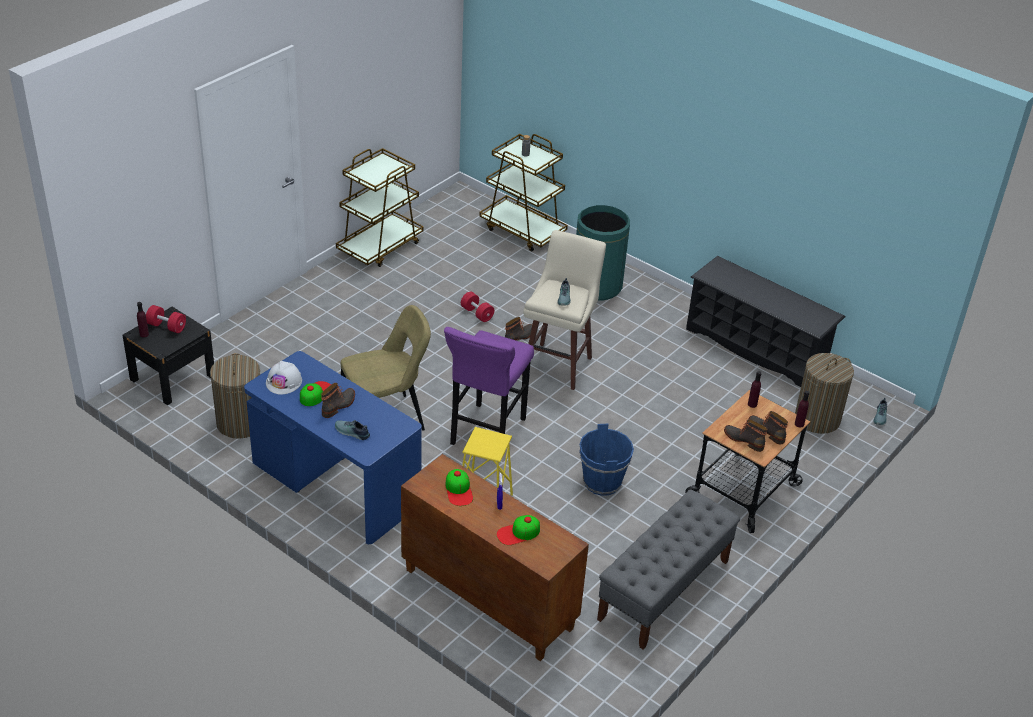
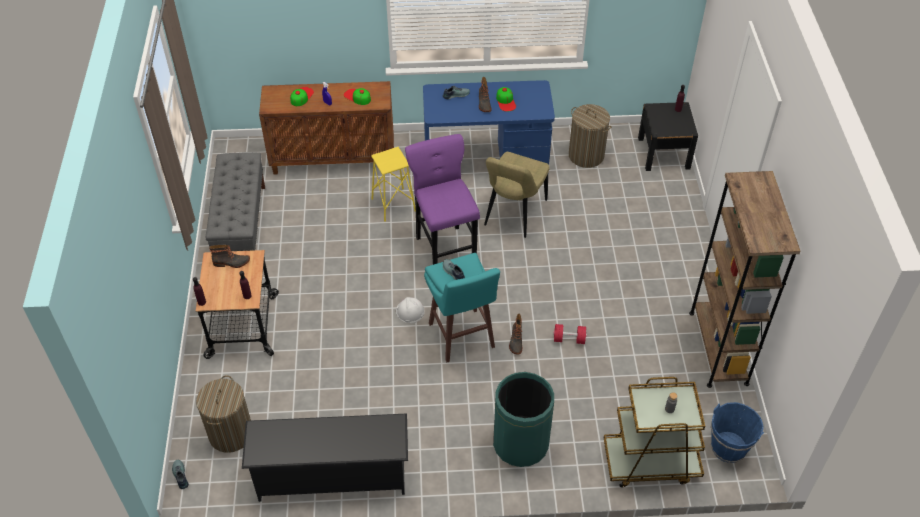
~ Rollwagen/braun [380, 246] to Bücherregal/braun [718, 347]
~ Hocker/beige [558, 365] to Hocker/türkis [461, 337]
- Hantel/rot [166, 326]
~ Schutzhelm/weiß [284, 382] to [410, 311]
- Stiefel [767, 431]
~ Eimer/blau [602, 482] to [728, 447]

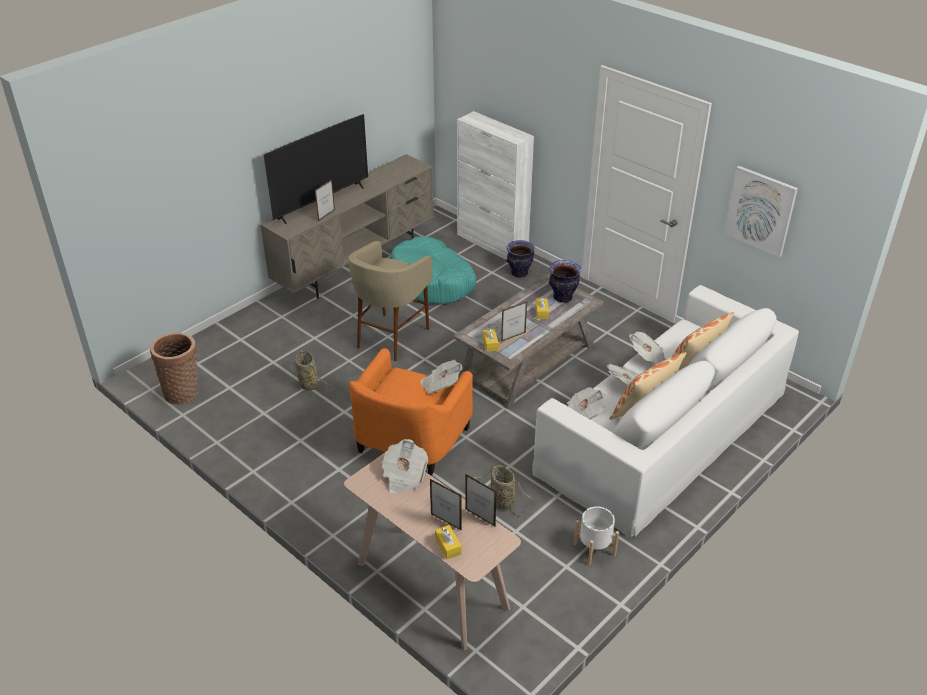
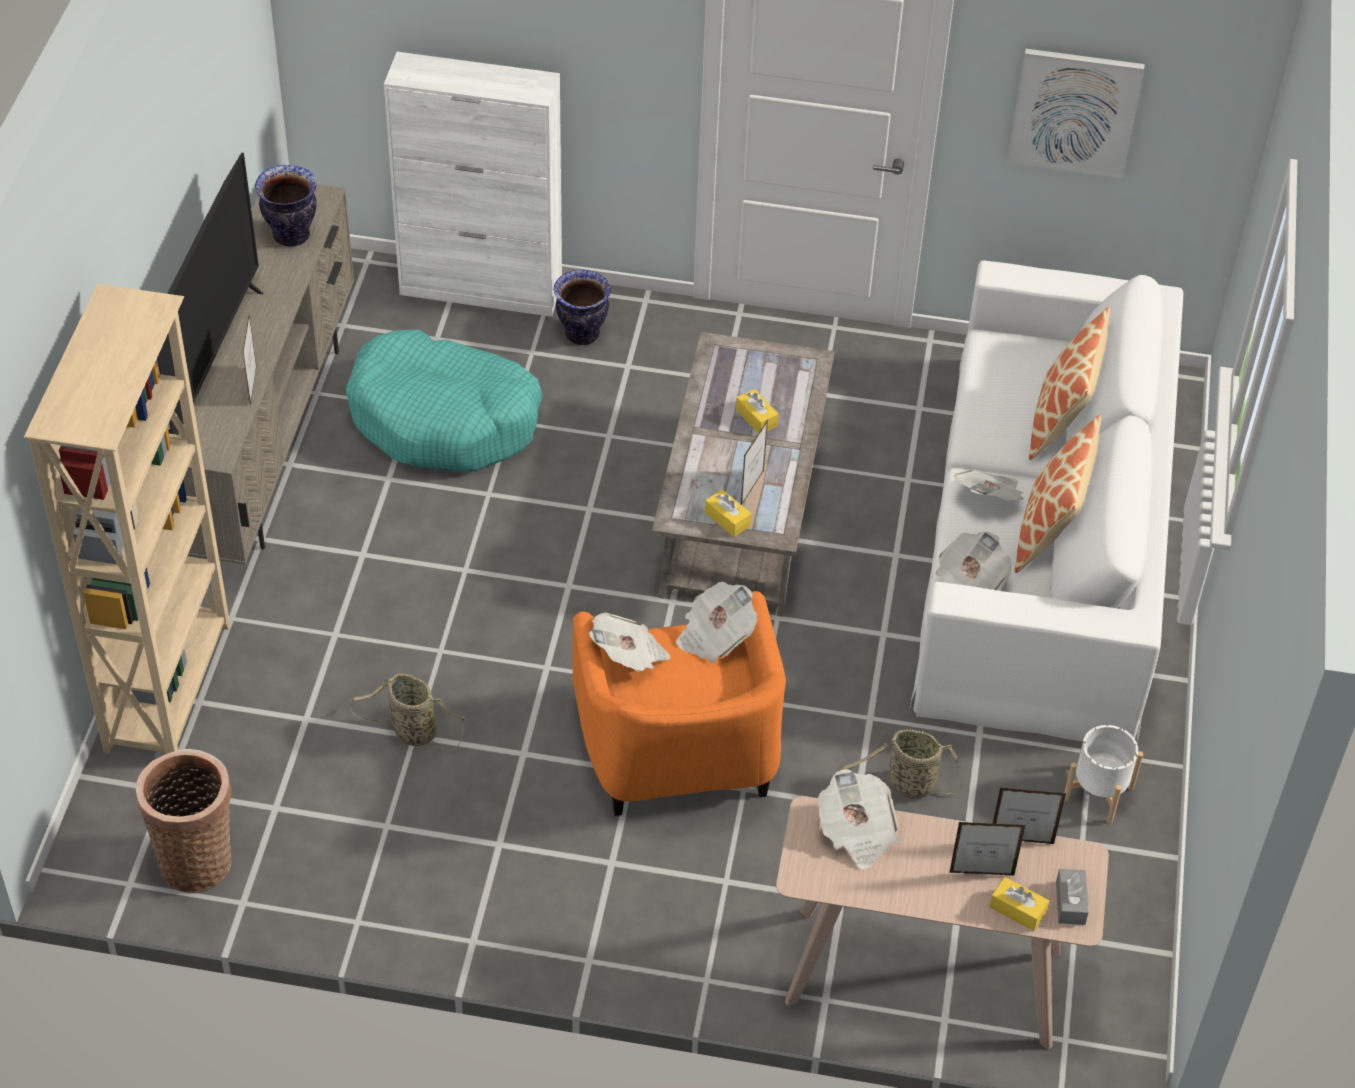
- Hocker/beige [391, 338]
~ Vase [563, 298] to [292, 236]
~ Zeitung [647, 357] to [629, 656]
+ Bücherregal/beige [171, 686]
+ Taschentuchbox/grau [1070, 902]

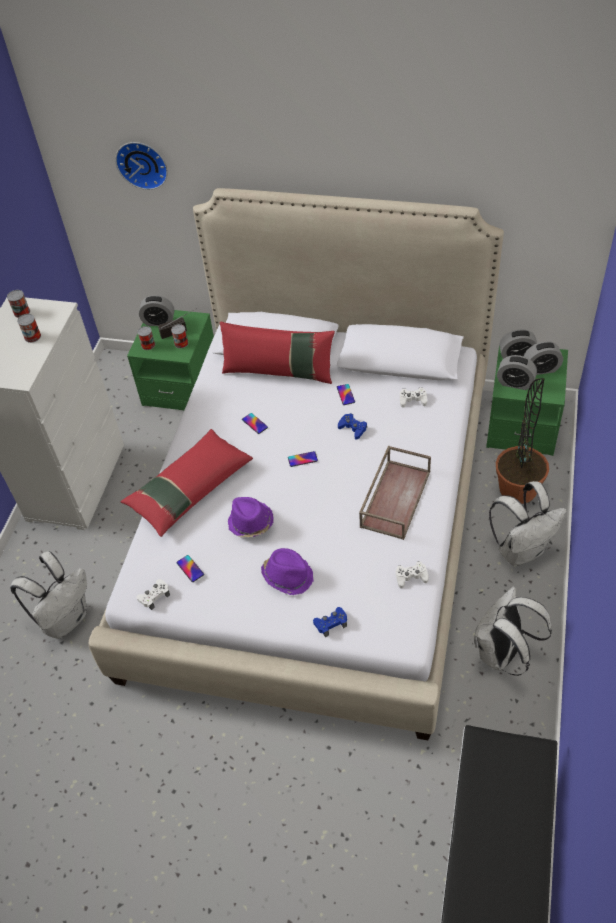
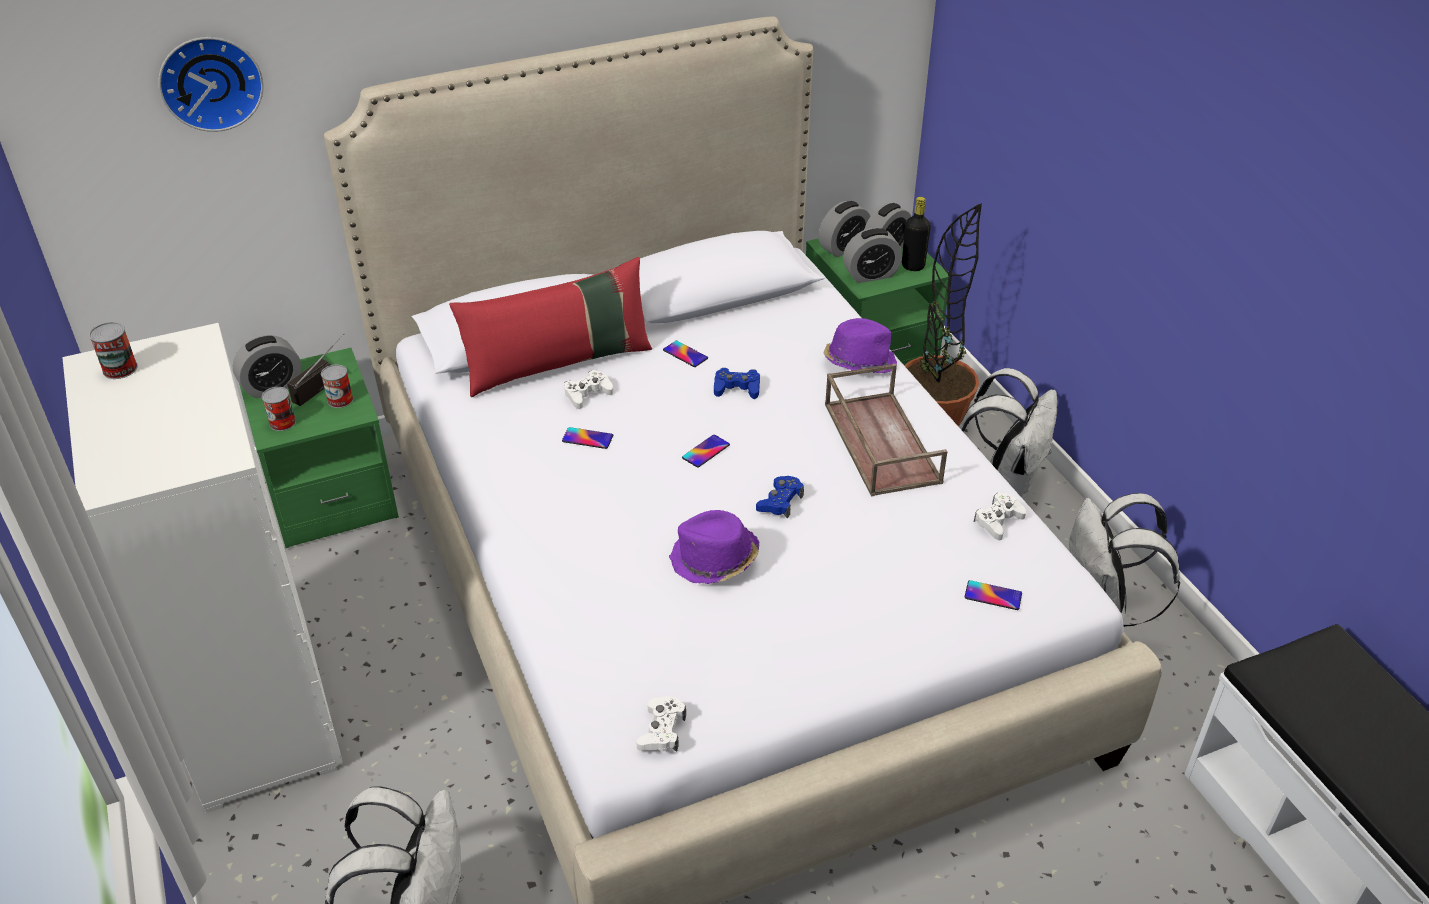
- Dose [32, 336]
~ Gamepad/weiß [413, 400] to [587, 394]
- Kissen/rot [189, 488]
~ Hut/lila [288, 575] to [859, 362]
~ Handy [190, 568] to [993, 595]
~ Gamepad/blau [331, 623] to [780, 502]
+ Flasche/schwarz [913, 266]

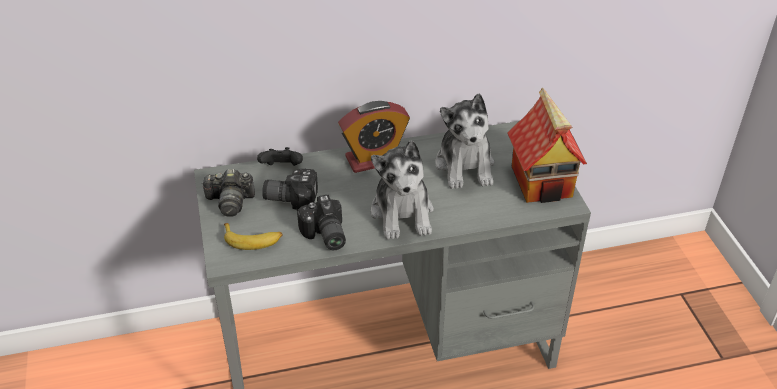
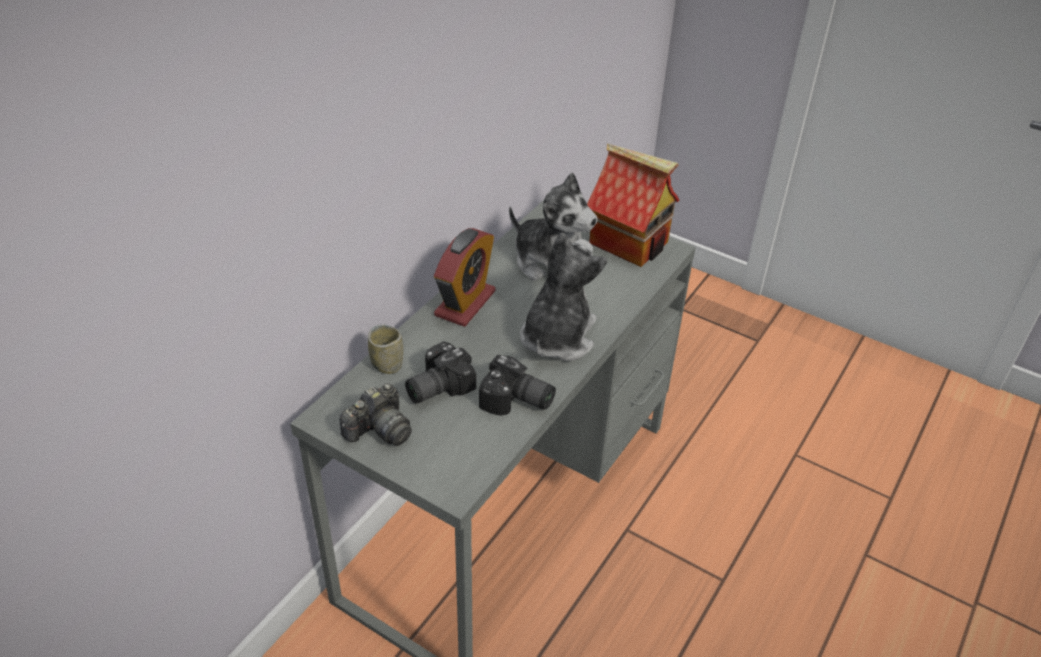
~ Plüschtier [403, 213] = [557, 337] 105 degrees counterclockwise
~ Gamepad/schwarz [282, 168] to Tasse [387, 364]
- Banane [253, 239]

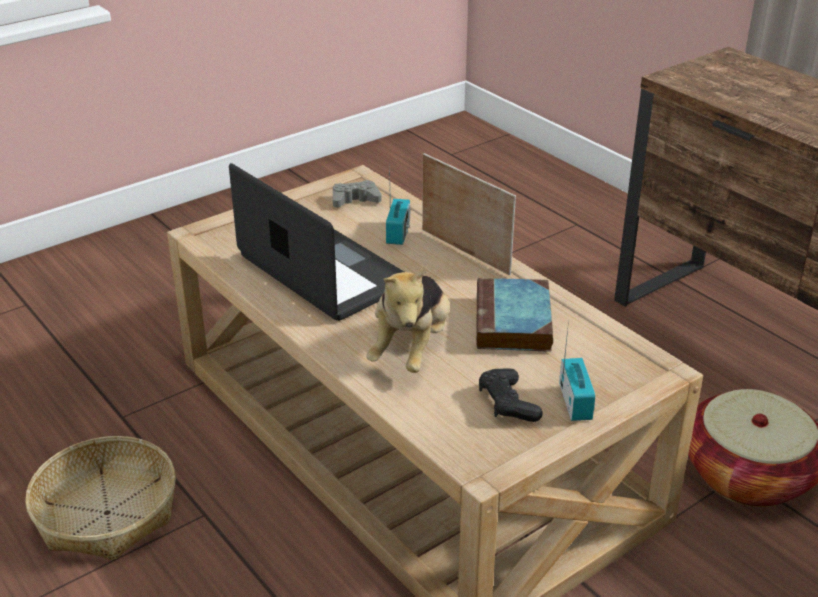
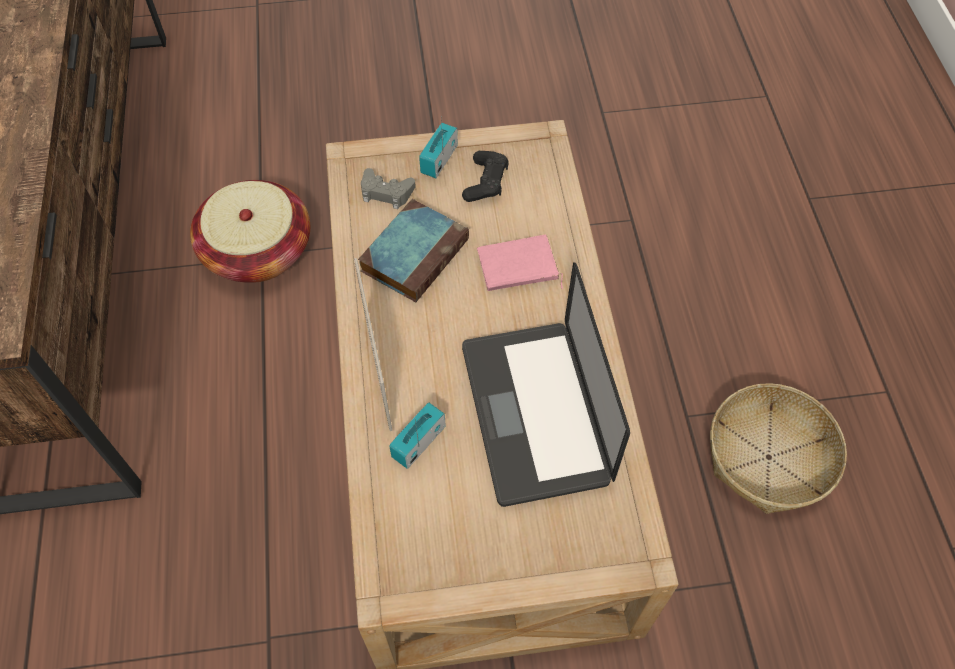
~ Gamepad/grau [355, 200] to [386, 192]
~ Plüschtier [411, 348] to Buch/rosa [518, 268]

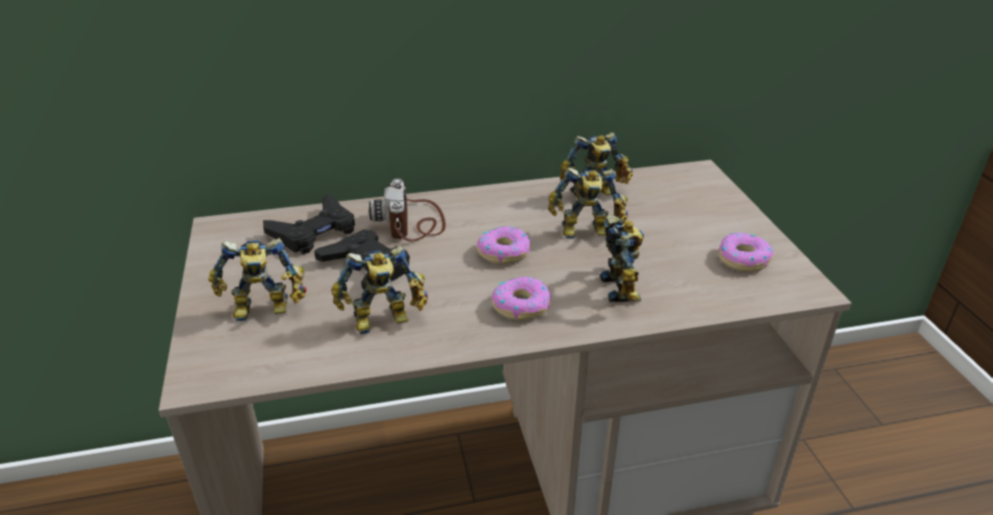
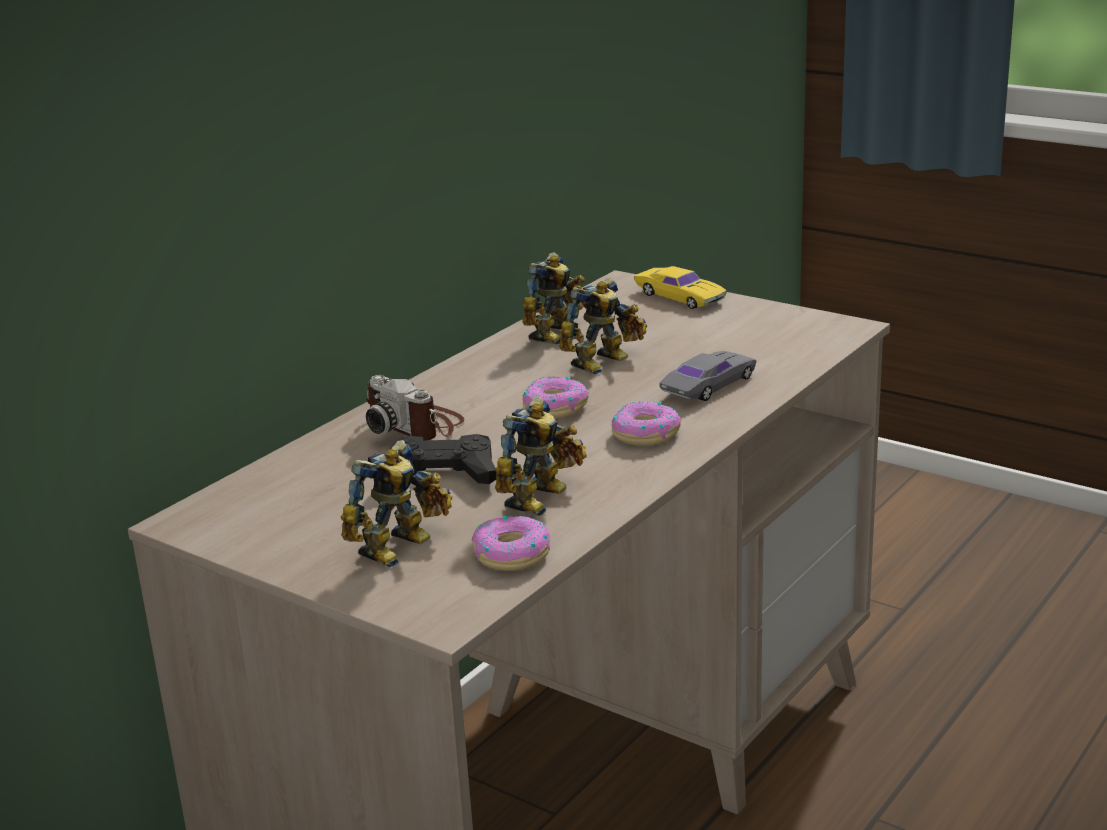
- Gamepad/schwarz [314, 232]
~ Spielzeugroboter [623, 287] to Spielzeugauto/grau [708, 385]
~ Donut [743, 259] to [511, 554]
+ Spielzeugauto/gelb [679, 296]

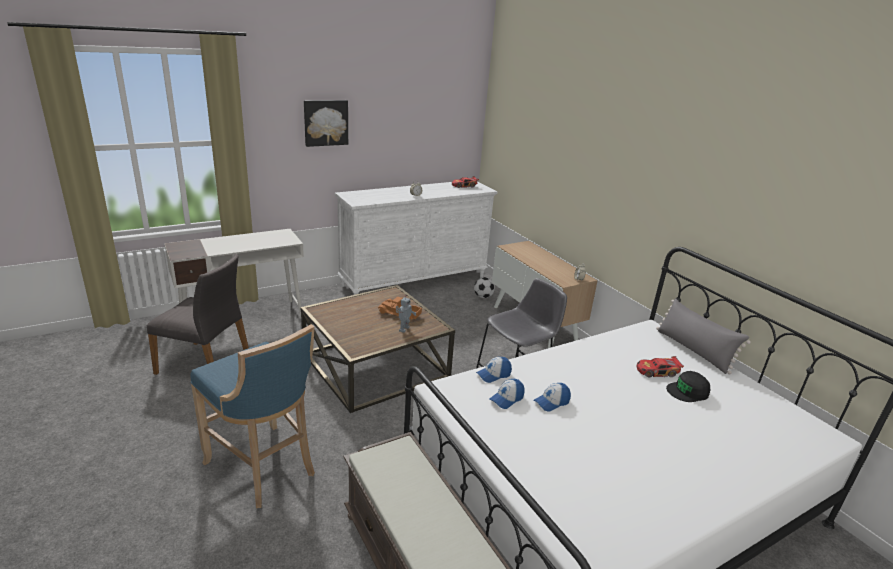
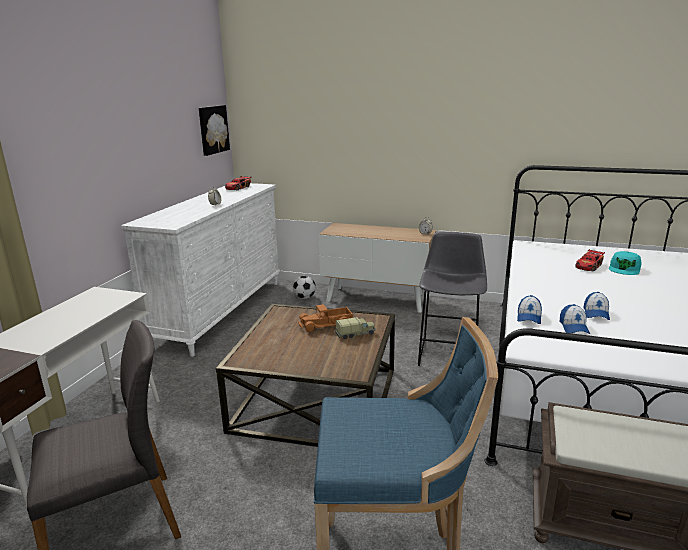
~ Bild [325, 122] to [212, 129]
~ Spielzeugroboter [403, 329] to Spielzeuglaster [355, 334]
- Kissen/grau [693, 350]
~ Kappe/schwarz [688, 391] to Kappe/türkis [624, 268]

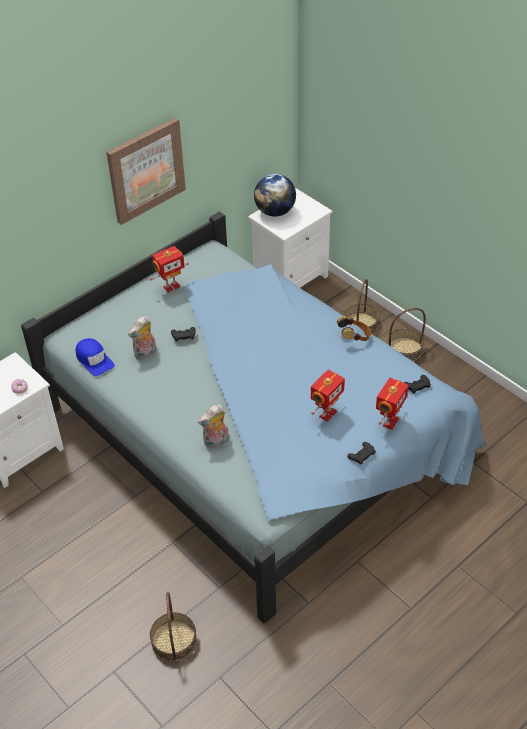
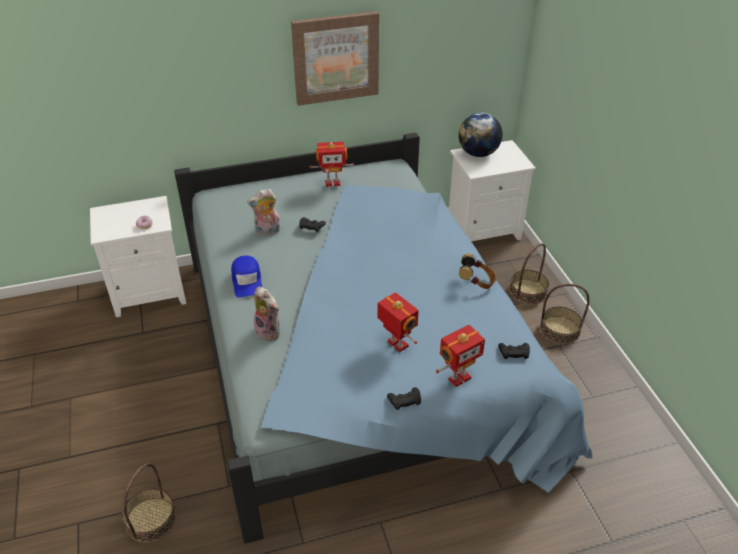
~ Kappe/blau [94, 360] to [247, 280]
~ Spielzeugroboter [326, 413] = [396, 344] 105 degrees counterclockwise
~ Plüschtier [216, 442] = [270, 331] 135 degrees counterclockwise

